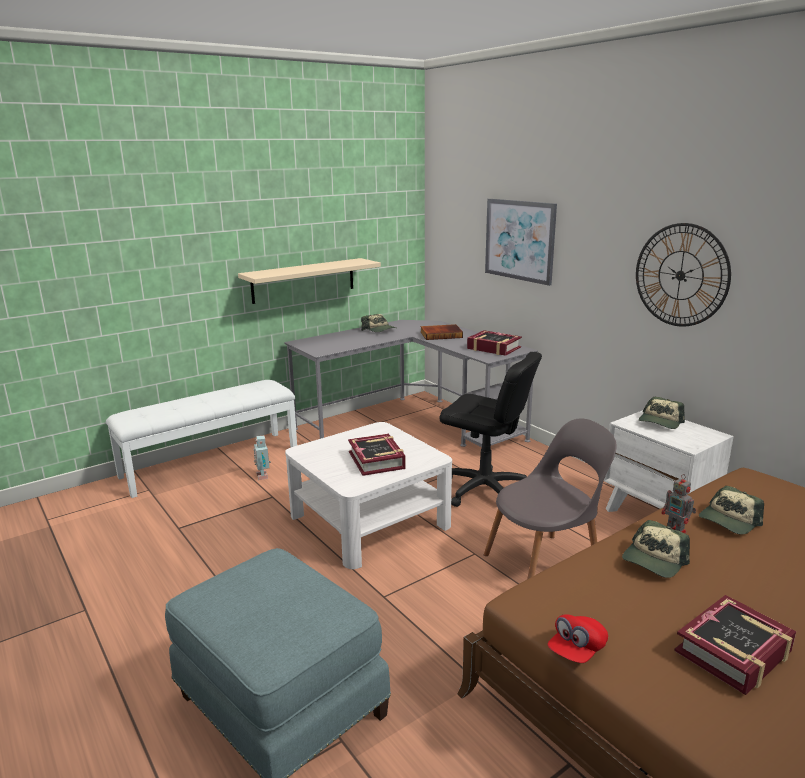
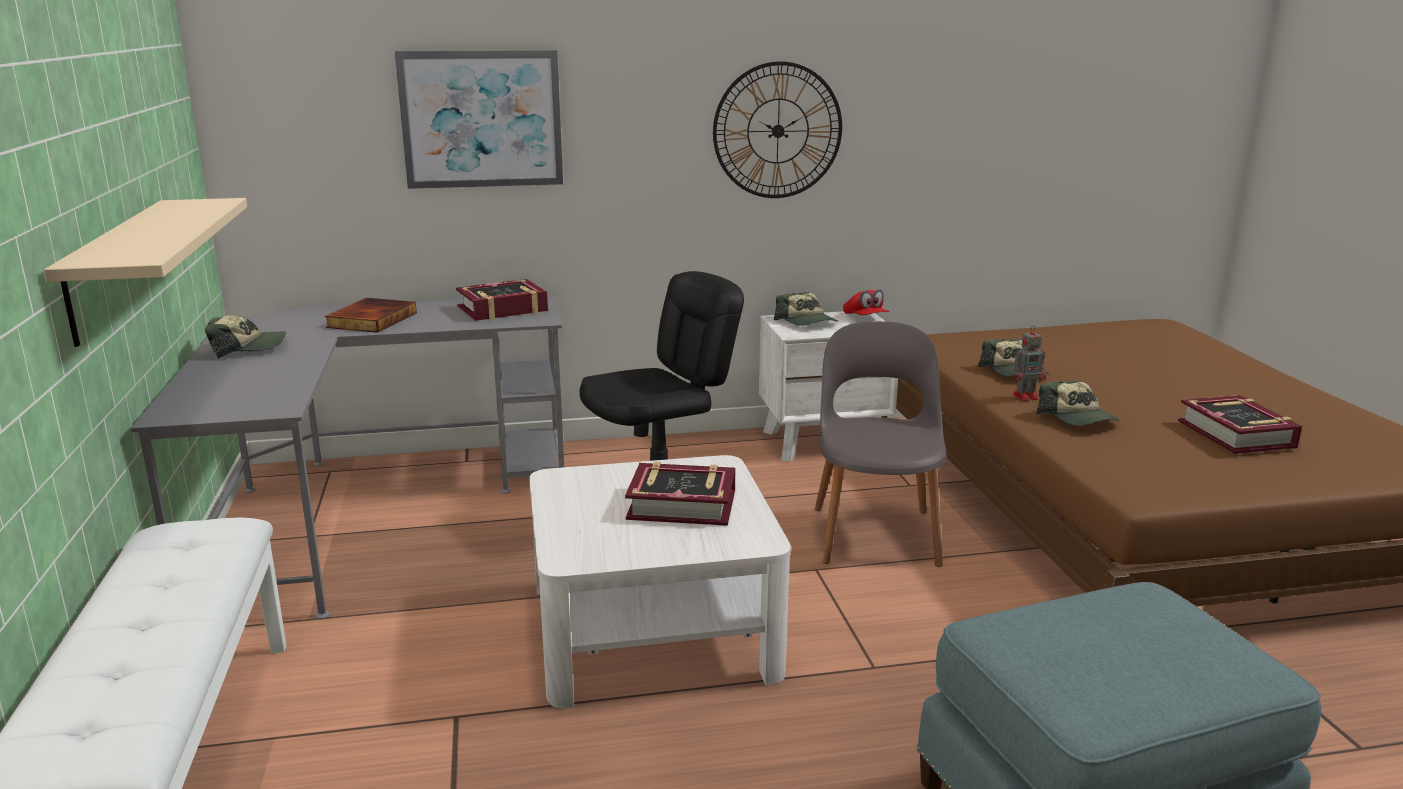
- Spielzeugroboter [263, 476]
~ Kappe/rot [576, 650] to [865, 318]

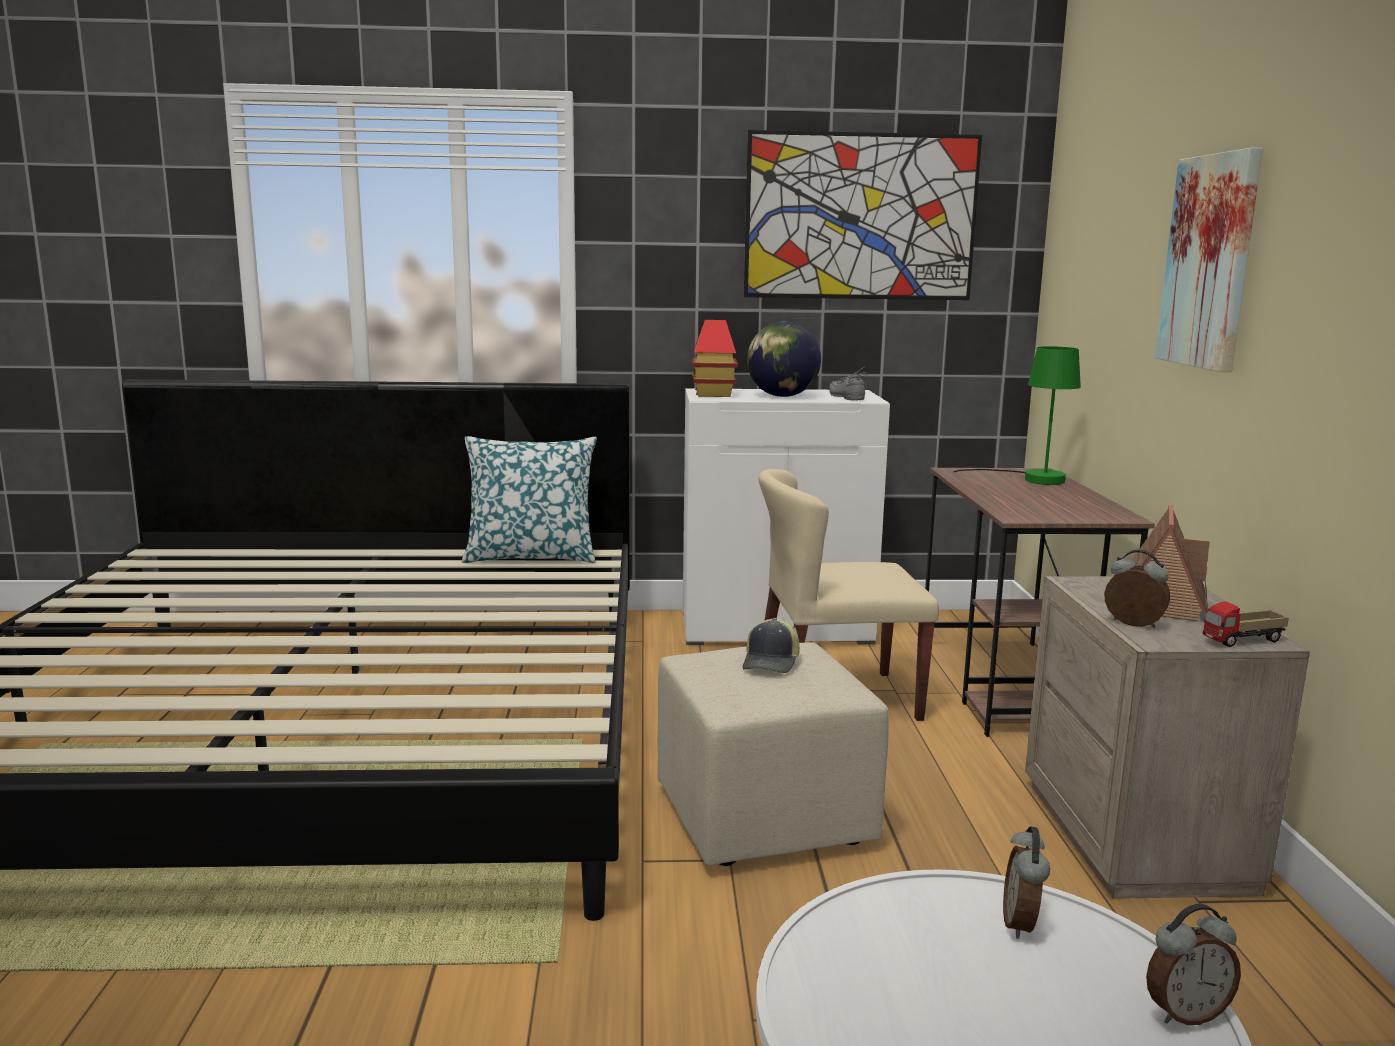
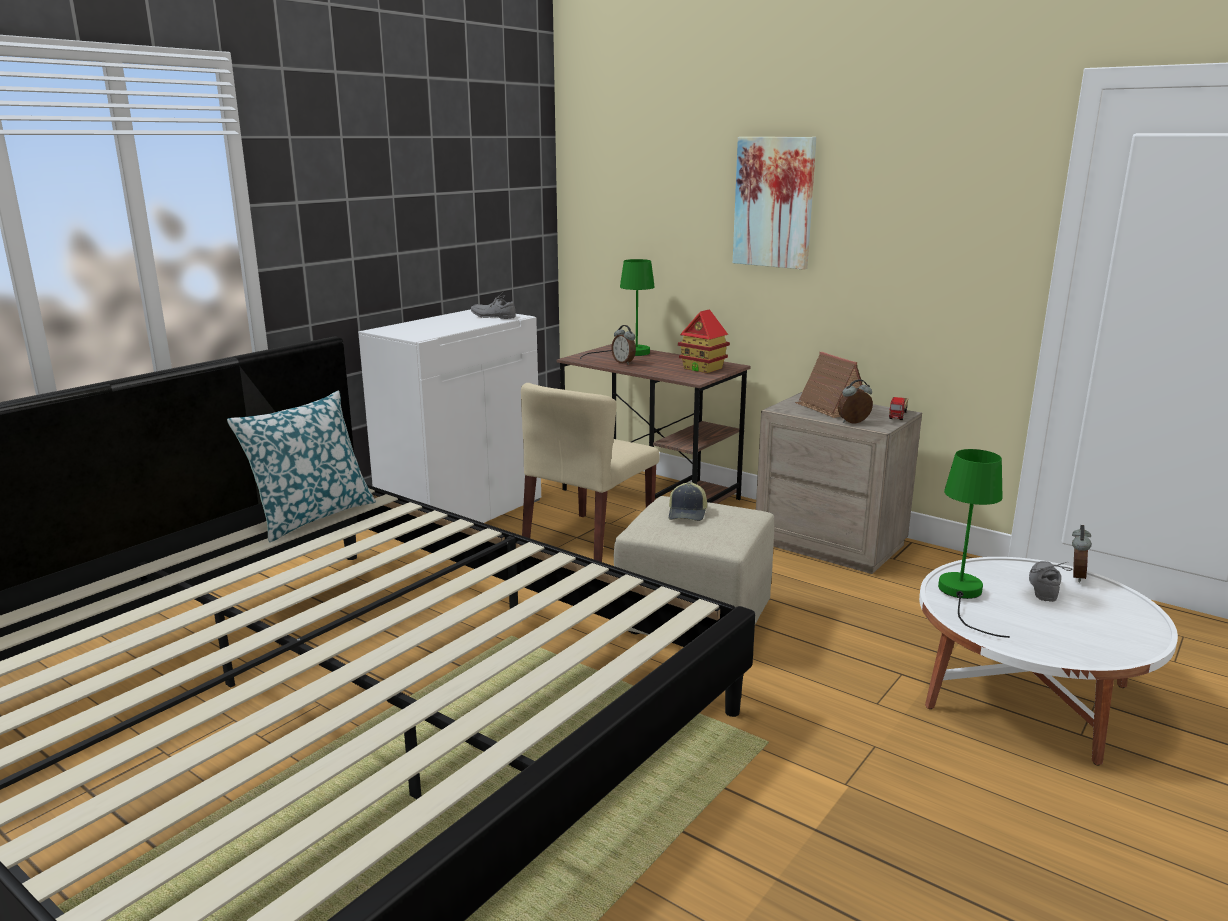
- Bild [860, 217]
~ Spielzeughaus [714, 394] to [703, 368]
- Globus [782, 396]
~ Kappe [772, 662] = [688, 513] 45 degrees clockwise
~ Wecker [1021, 924] to [624, 362]
+ Tischlampe/grün [962, 595]
+ Schuh/grau [1046, 587]

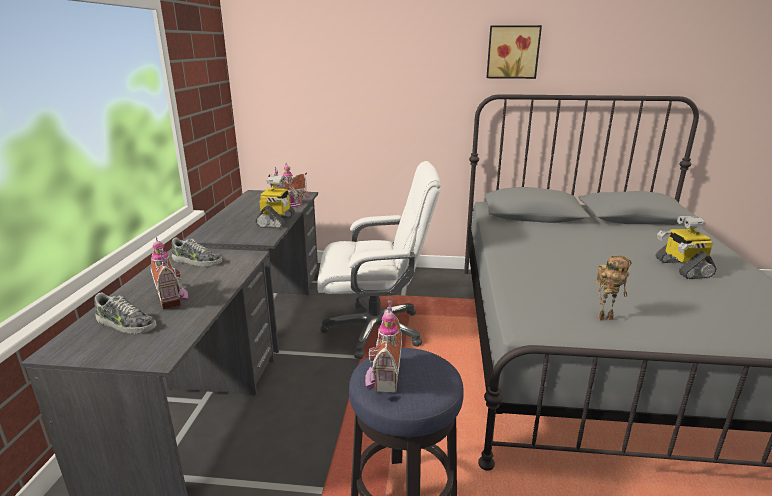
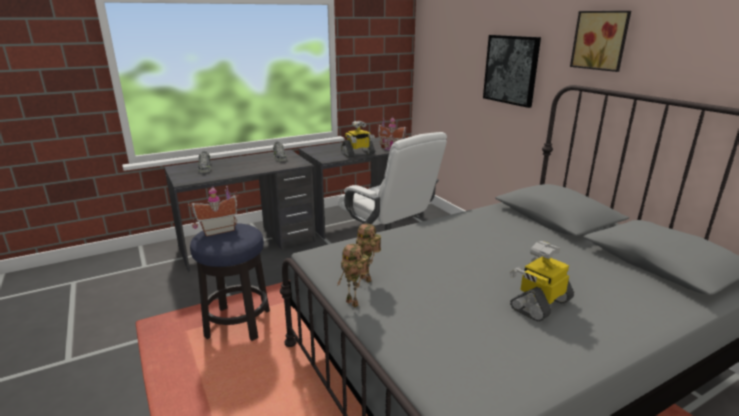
- Spielzeughaus [173, 298]
+ Bild [511, 70]
+ Spielzeugroboter [354, 303]

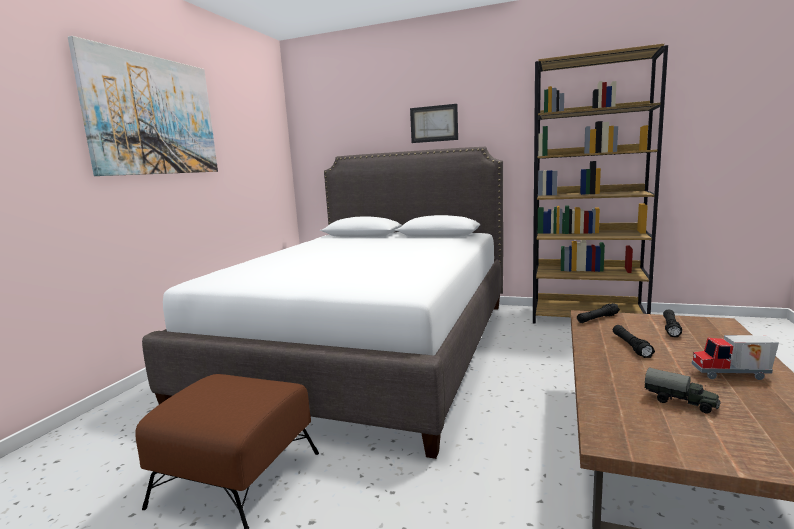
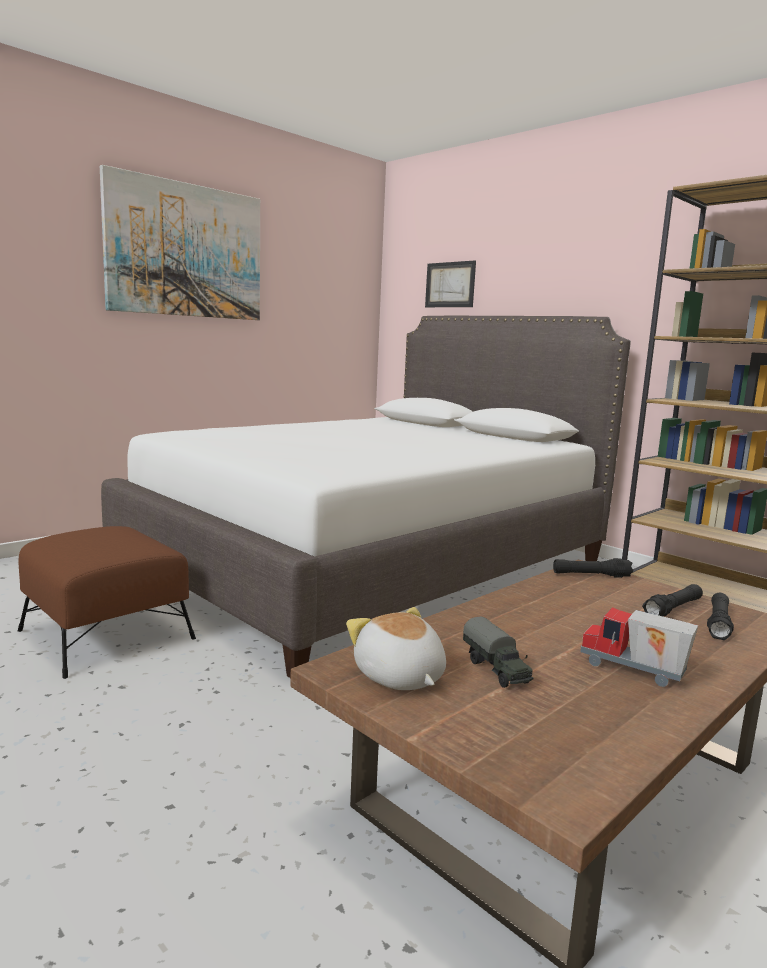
~ Bild [434, 123] to [450, 284]
~ Taschenlampe/schwarz [631, 346] to [718, 623]
+ Plüschtier [399, 677]

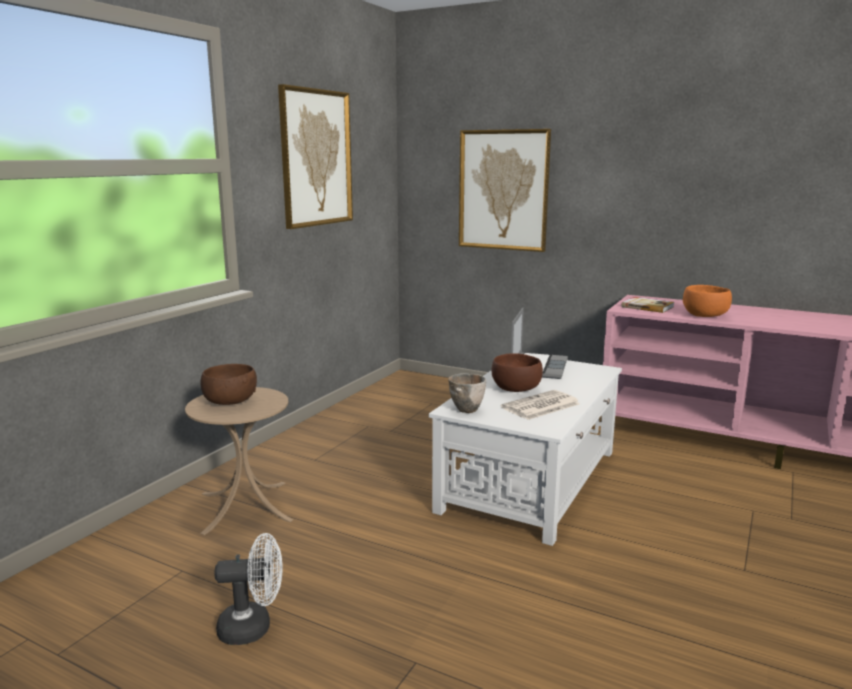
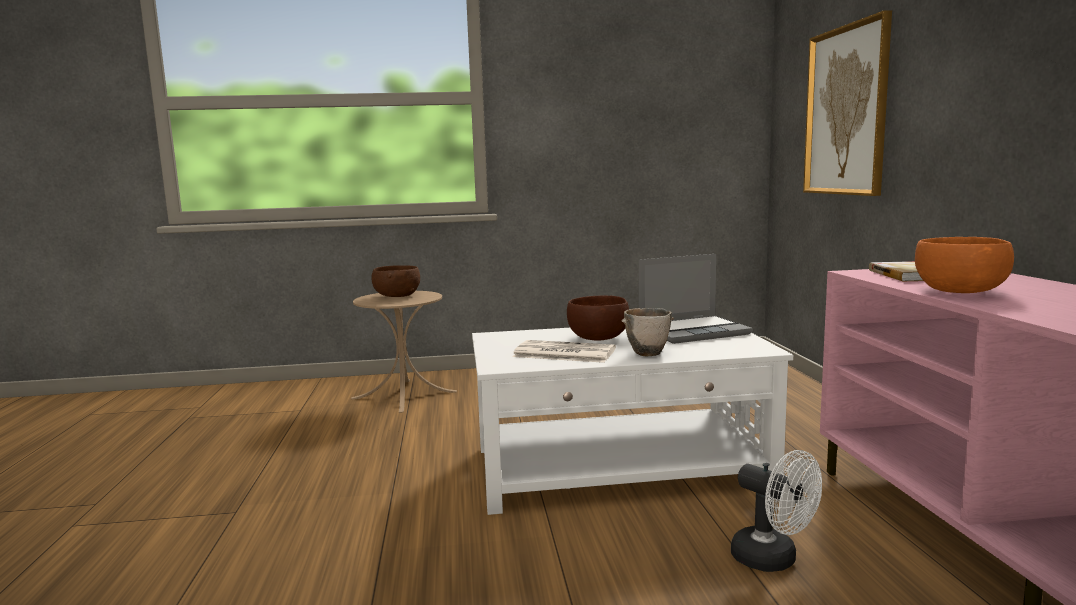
- Bild [316, 158]
~ Schüssel [467, 409] to [649, 353]
~ Ventilator/weiß [253, 627] to [773, 560]

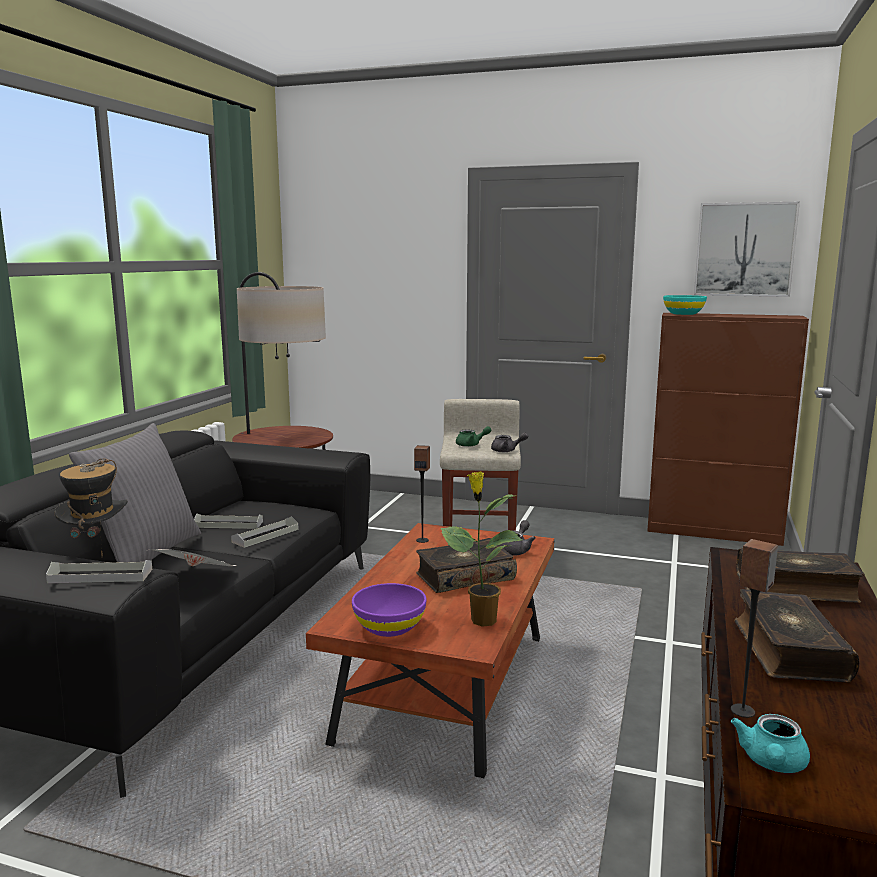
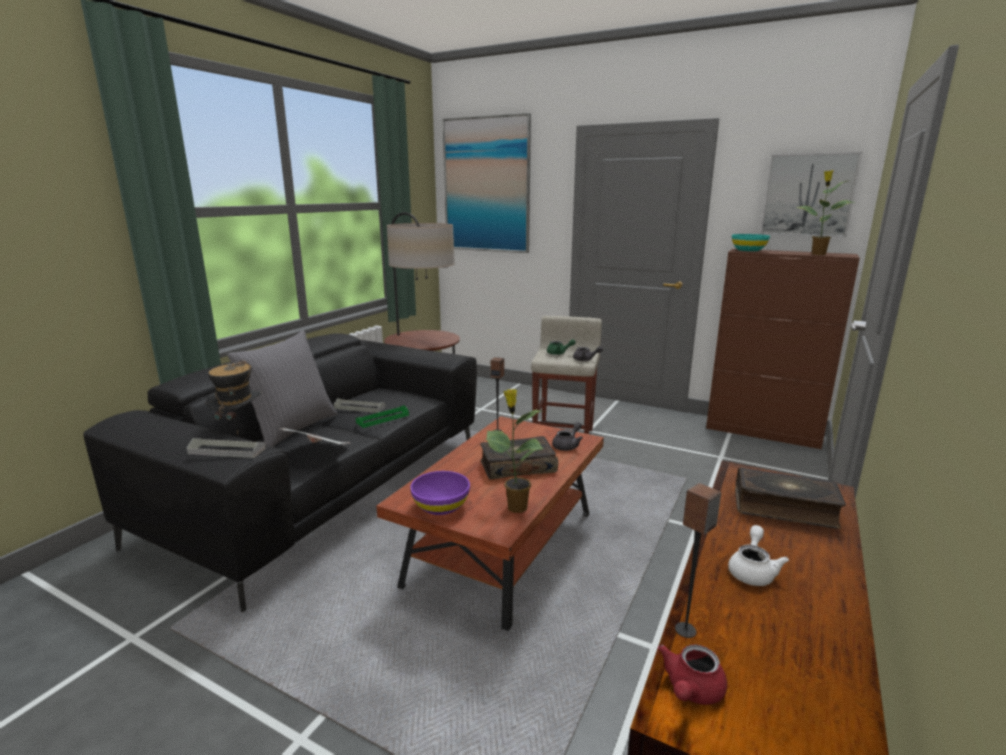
~ Tablett/grau [265, 535] to Tablett/grün [383, 419]
~ Buch [787, 650] to Teekanne/weiß [752, 571]
~ Teekanne/türkis [772, 763] to Teekanne/rot [691, 690]
+ Bild [486, 185]
+ Topfpflanze [817, 254]

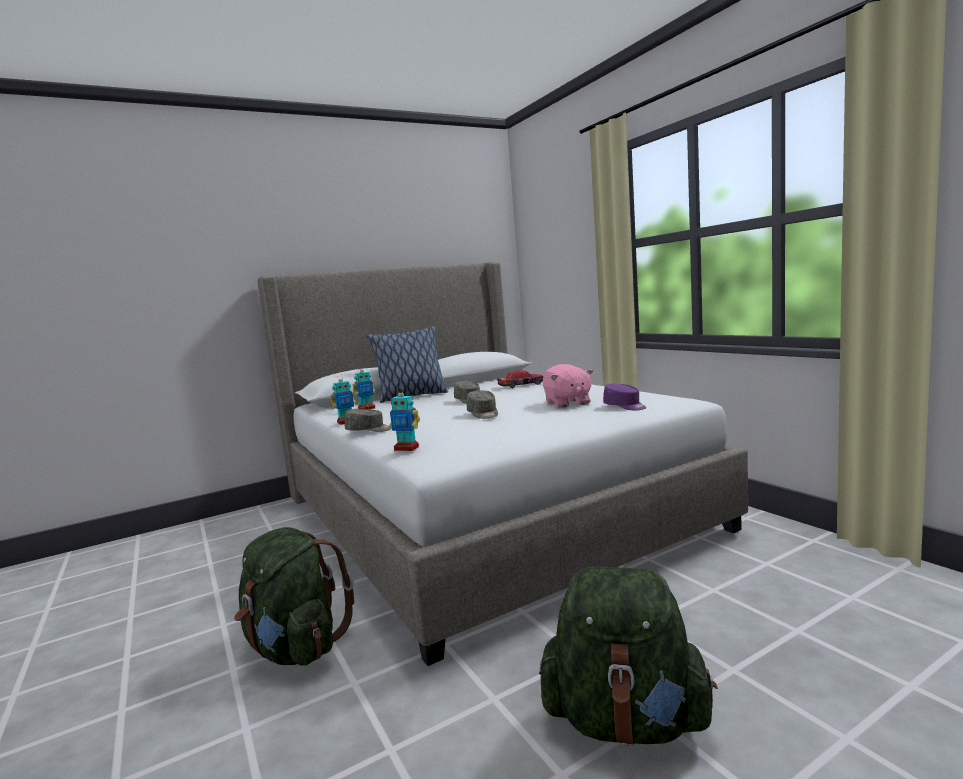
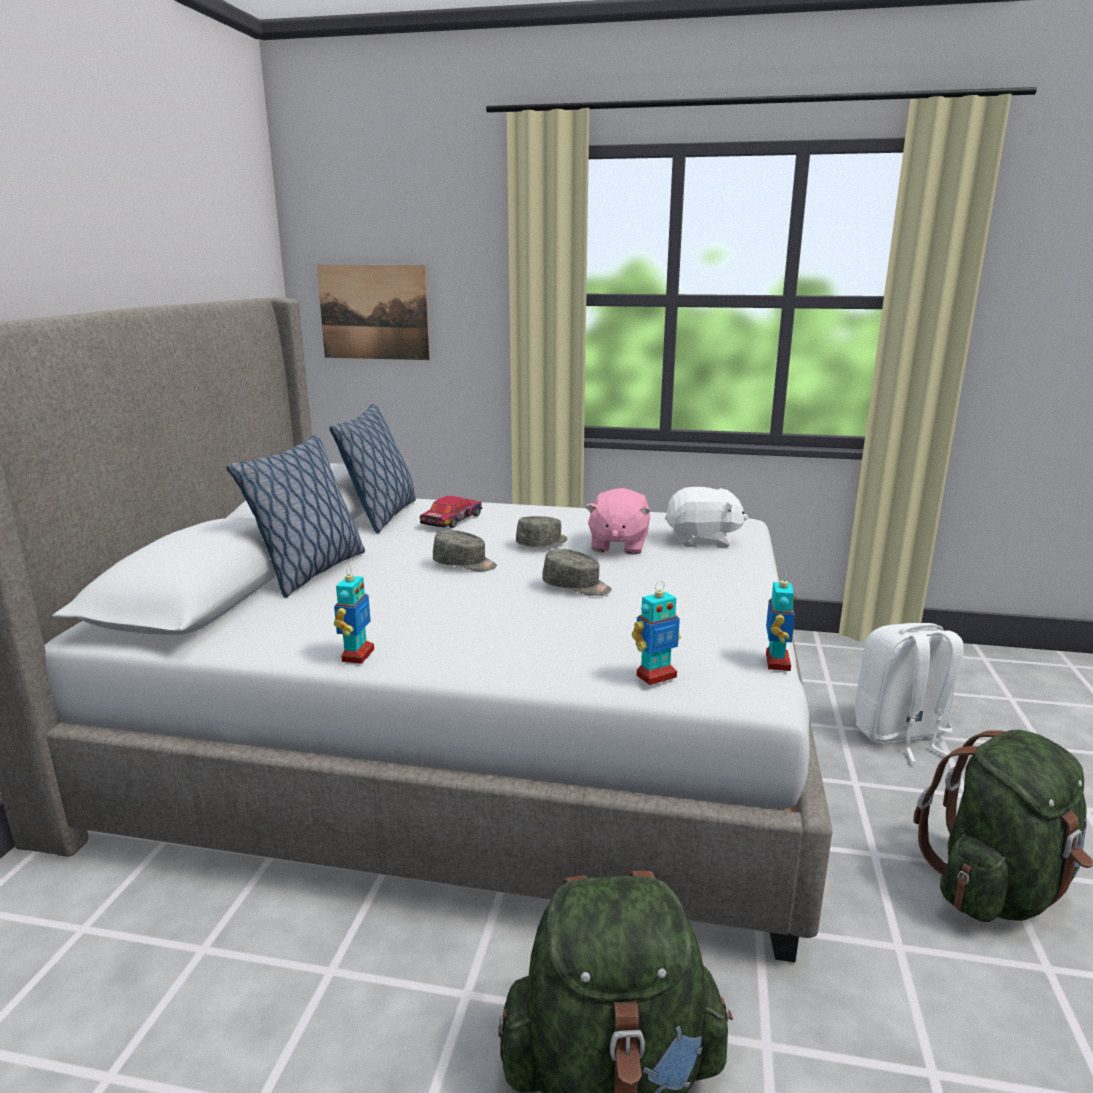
~ Plüschtier/rosa [567, 403] = [617, 545] 75 degrees clockwise
~ Spielzeugroboter [366, 408] to [776, 662]
~ Kappe/lila [625, 407] to Plüschtier/weiß [702, 540]
~ Kappe/grau [369, 430] to [543, 543]
+ Bild [374, 312]
+ Kissen [381, 516]
+ Rucksack/weiß [900, 735]

